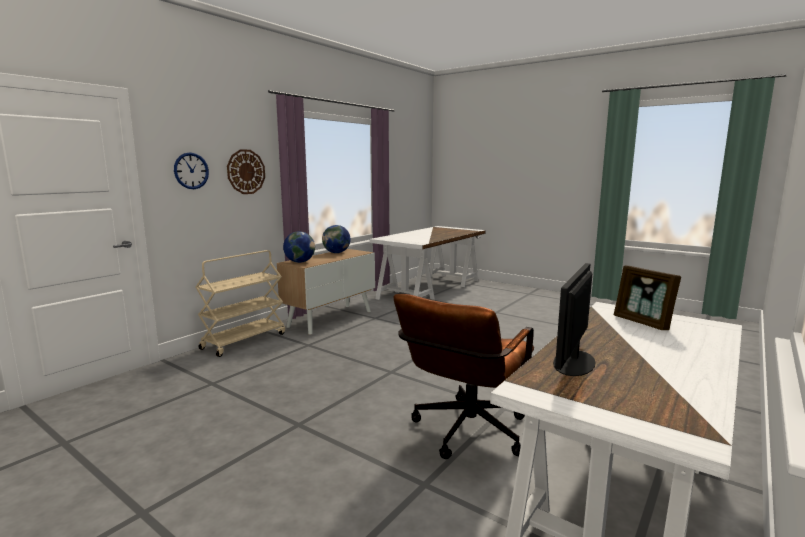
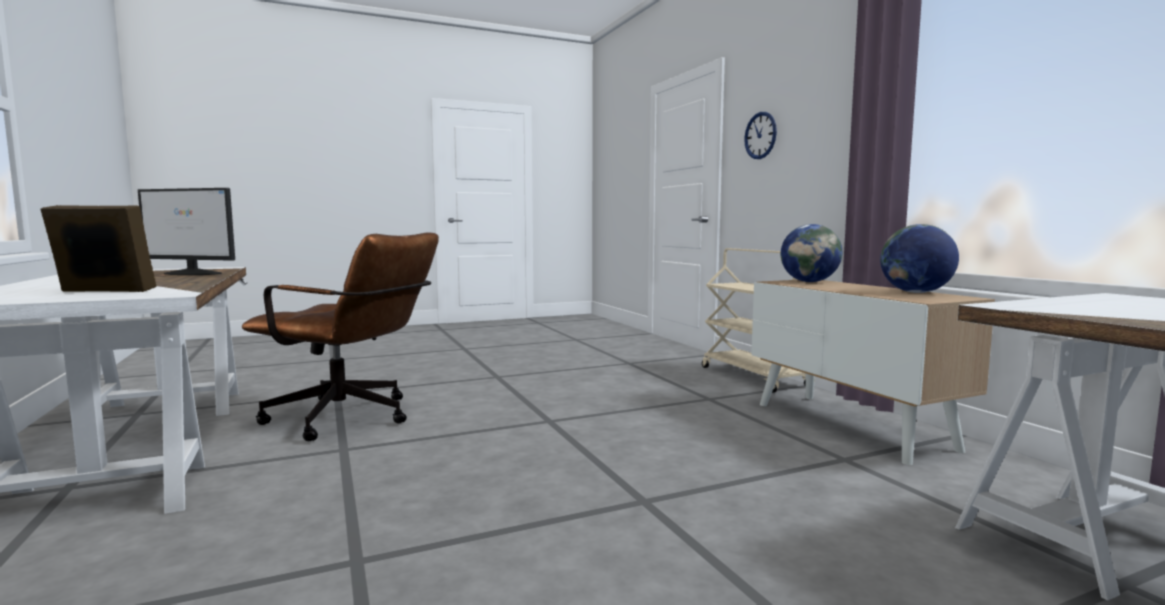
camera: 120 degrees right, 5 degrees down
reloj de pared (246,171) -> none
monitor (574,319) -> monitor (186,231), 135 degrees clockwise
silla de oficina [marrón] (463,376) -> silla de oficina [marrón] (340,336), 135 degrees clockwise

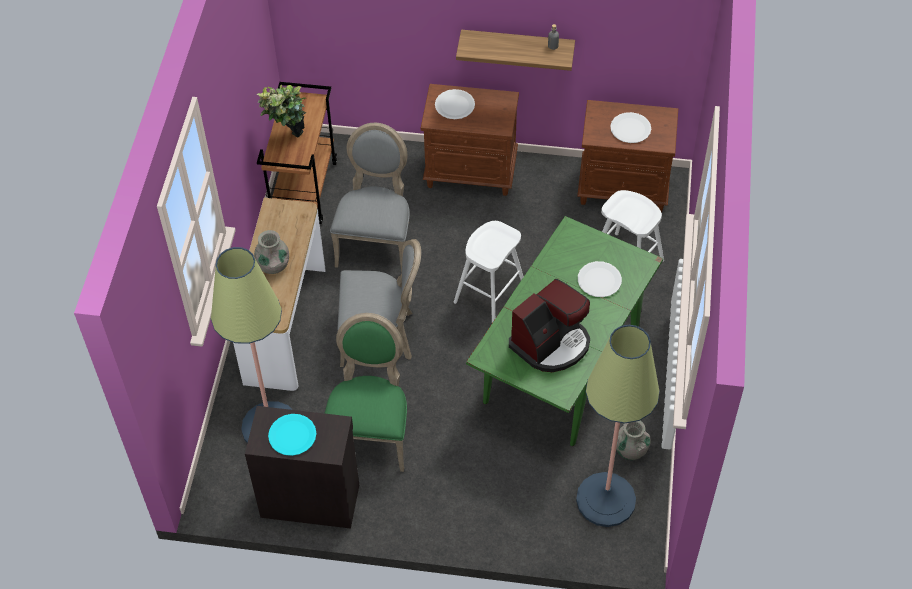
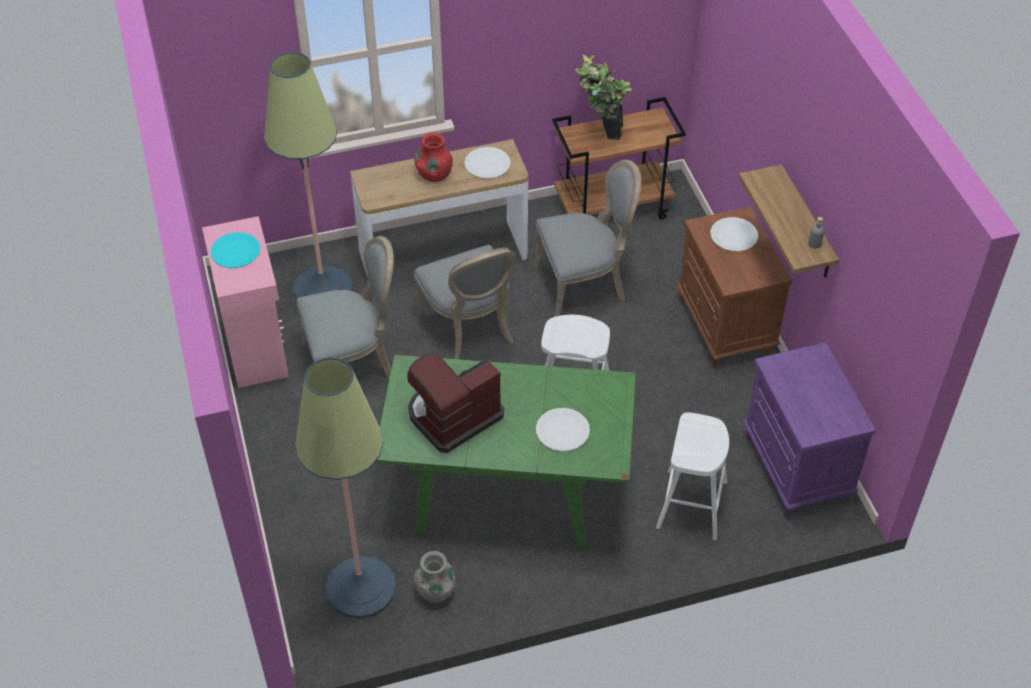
camera: 65 degrees right, 5 degrees down
mesita de noche [marrón] (627,156) -> mesita de noche [morado] (809,429)
plato [blanco] (630,127) -> plato [blanco] (487,163), shifted
florero [gris] (271,252) -> florero [rojo] (434,157)
cafetera (549,325) -> cafetera (455,403), 120 degrees clockwise
silla [verde] (365,392) -> silla [gris] (345,307)
armario [negro] (302,467) -> armario [rosa] (245,302)

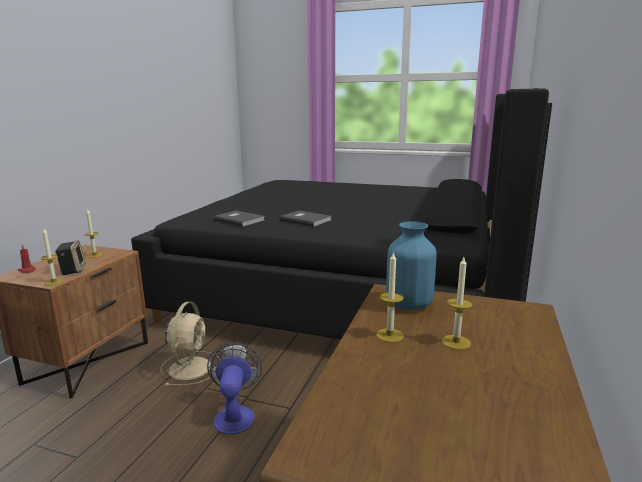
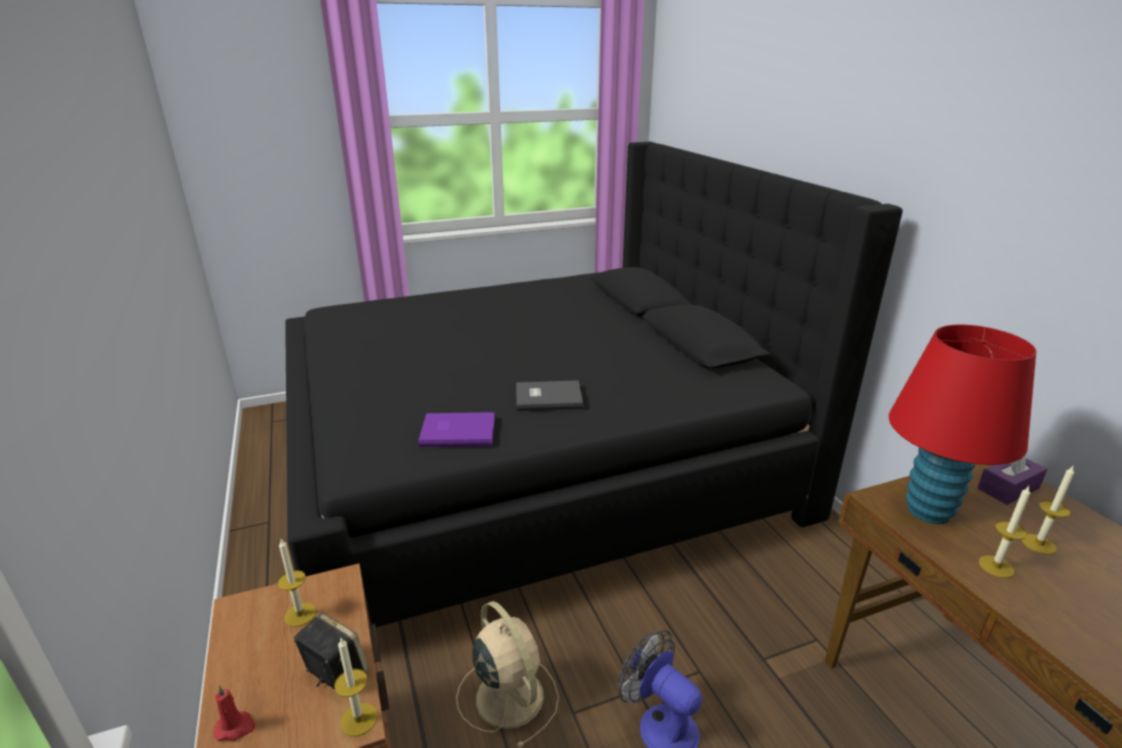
camera: 40 degrees left, 10 degrees up
libro [gris] (239,219) -> libro [morado] (456,429)
florero [azul] (411,265) -> lámpara de mesa [rojo] (962,424)
none -> caja de pañuelos [morado] (1012,479)

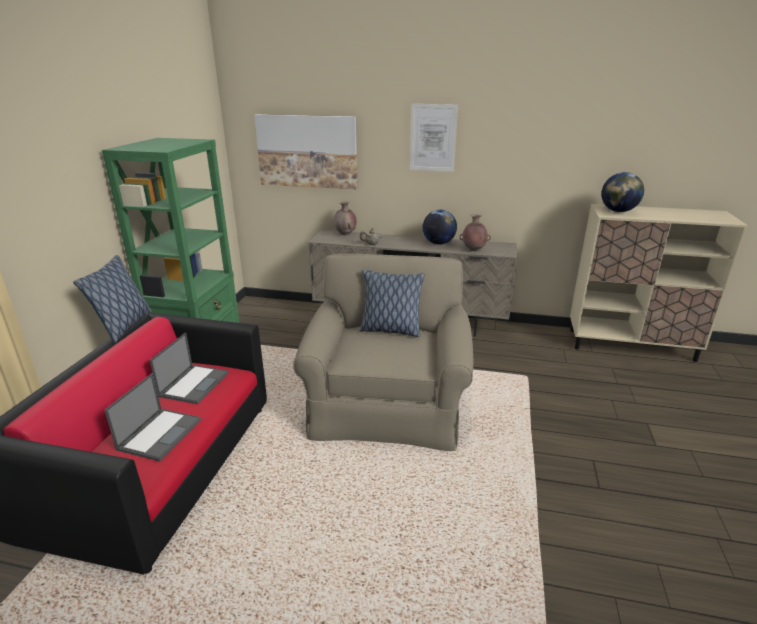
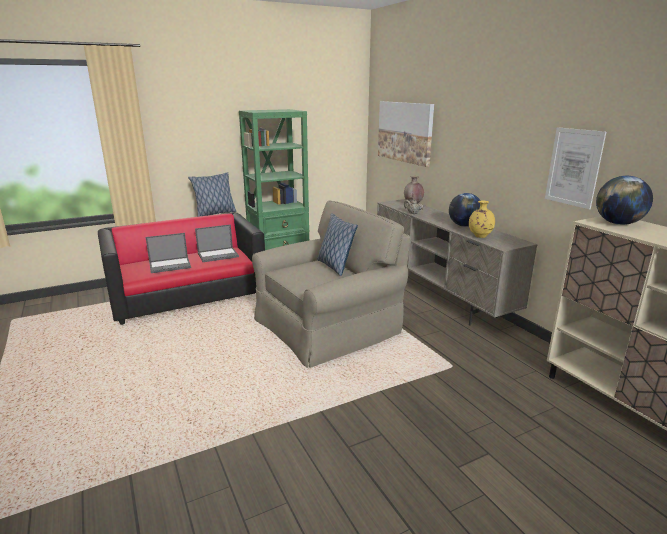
camera: 50 degrees right, 5 degrees down
cuadro (434,138) -> cuadro (575,168), shifted
florero [marrón] (475,232) -> florero [amarillo] (482,219)

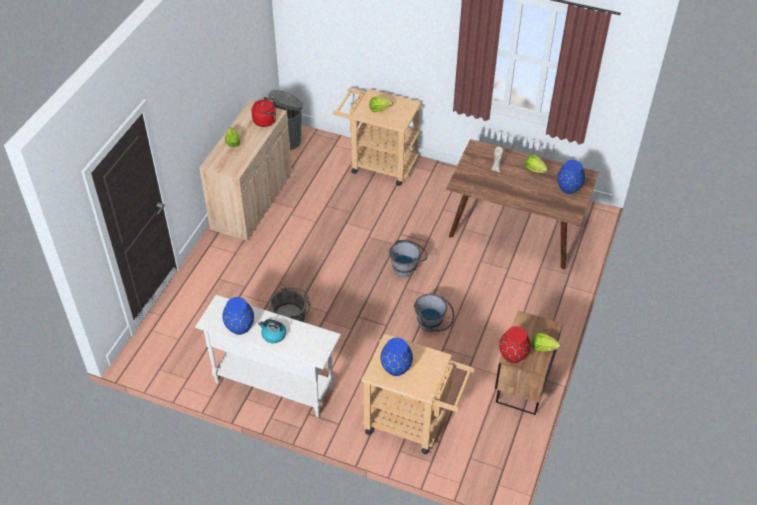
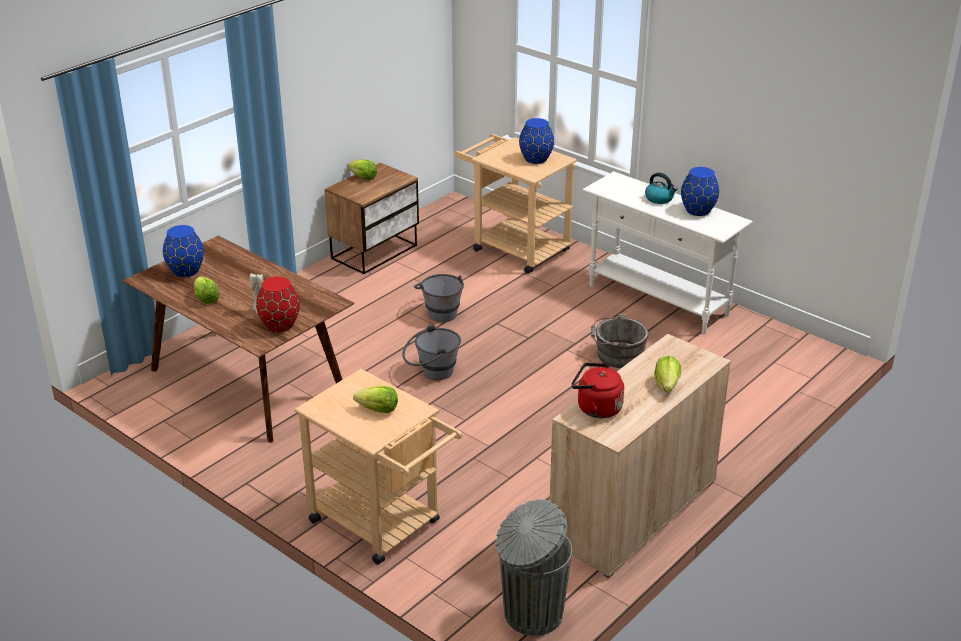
camera: 160 degrees left, 15 degrees down
florero [rojo] (515,344) -> florero [rojo] (278,304), shifted

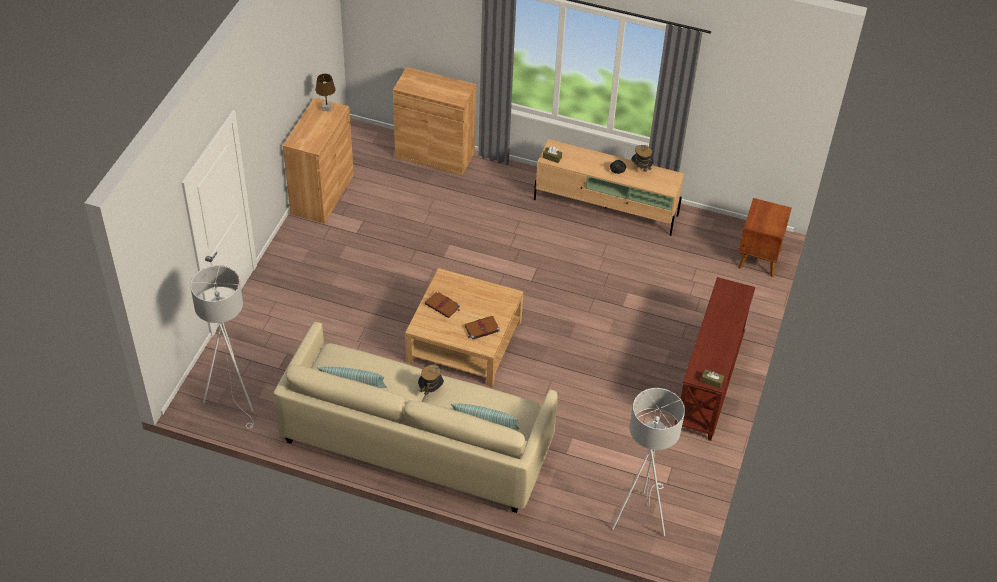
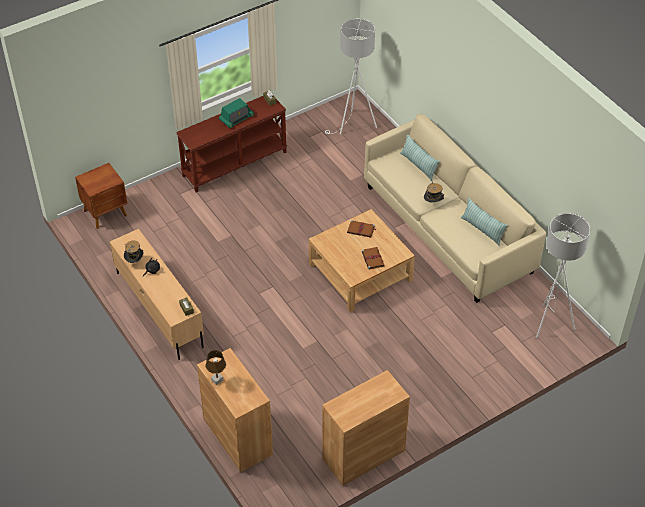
camera: 140 degrees left, 0 degrees up
lámpara de mesa [marrón] (325,93) -> lámpara de mesa [marrón] (216,367), shifted
none -> radio (236,113)

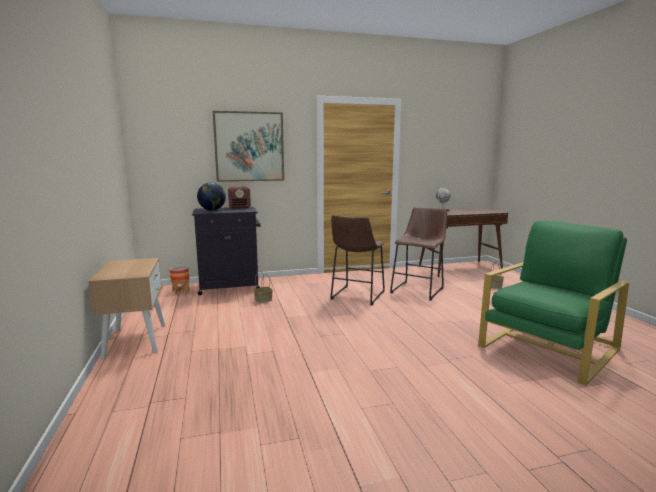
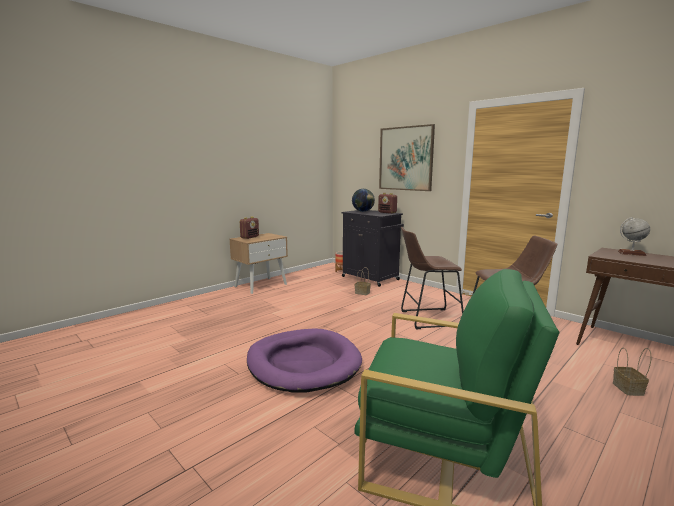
camera: 60 degrees right, 0 degrees up
none -> radio (249,228)
none -> cama para perro [morado] (304,360)

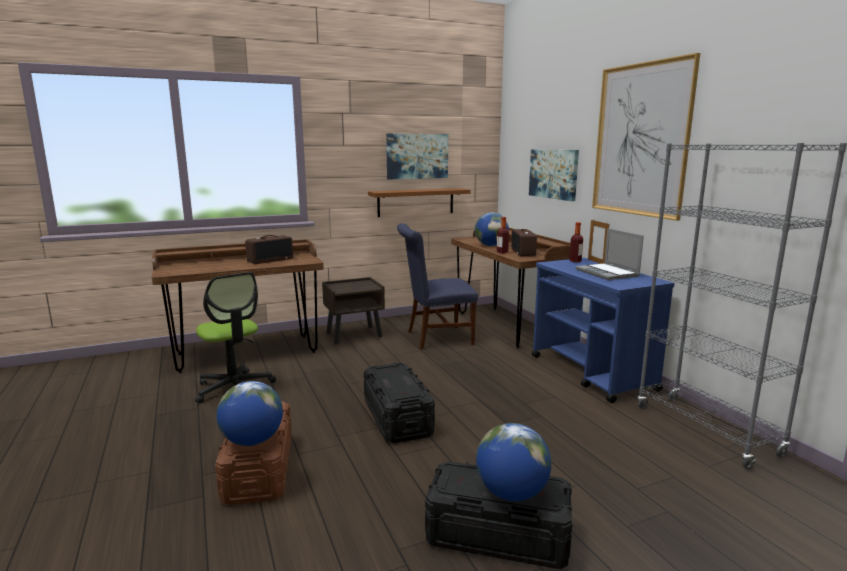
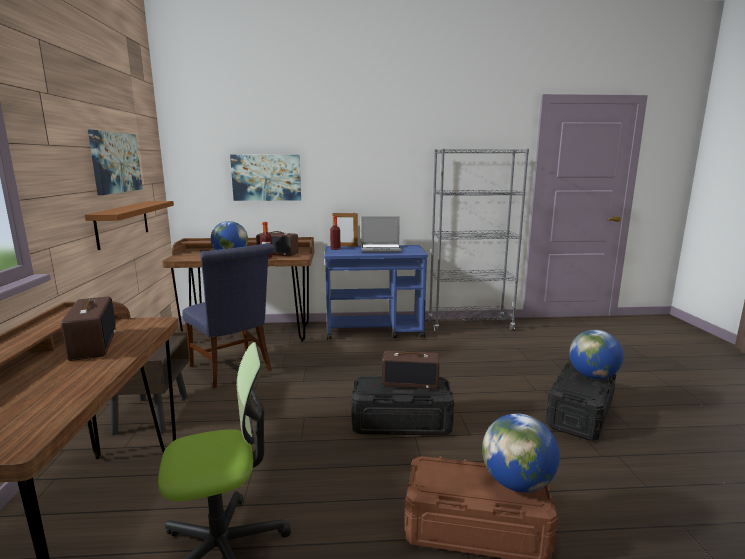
camera: 70 degrees left, 0 degrees up
cuadro (646,137) -> none
silla [azul] (437,286) -> silla [azul] (228,315), 45 degrees counterclockwise
none -> radio (411,370)

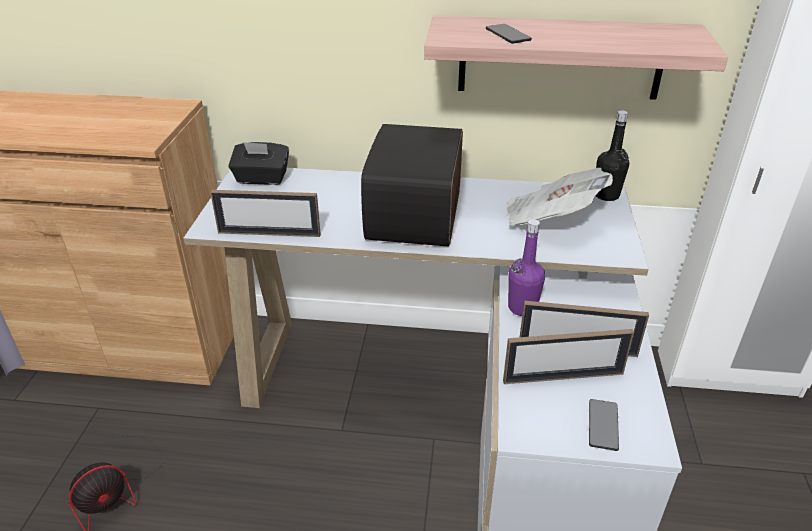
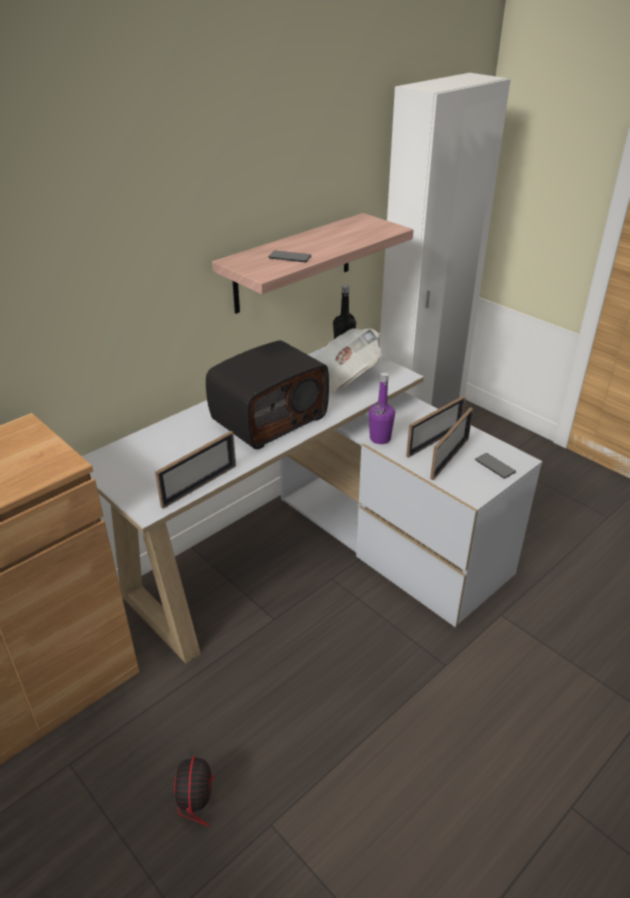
camera: 50 degrees left, 0 degrees up
radio (412,185) -> radio (267,394), 90 degrees counterclockwise
caja de pañuelos [negro] (258,163) -> none

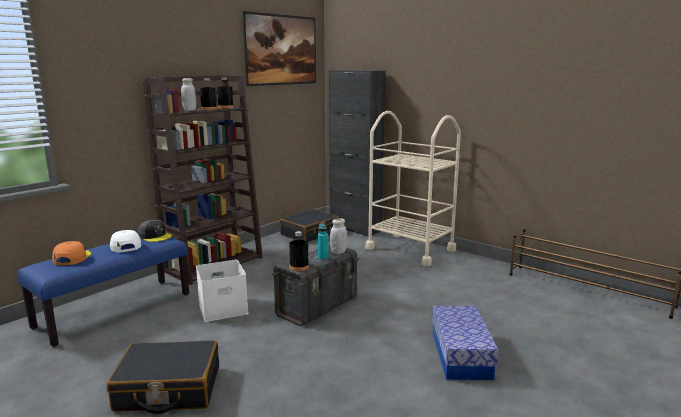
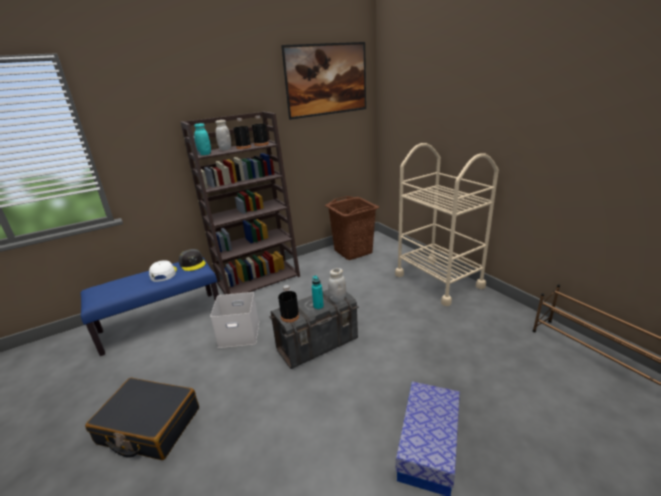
camera: 20 degrees right, 10 degrees up
armario [negro] (357,153) -> none
maleta [negro] (309,225) -> cesto de la ropa [marrón] (352,228)
gorra [naranja] (71,253) -> none
none -> tarro [turquesa] (202,139)

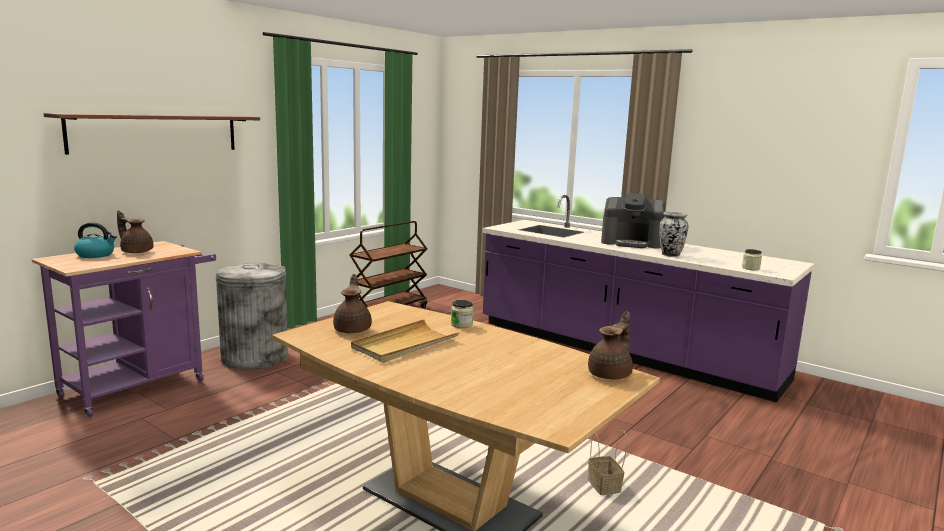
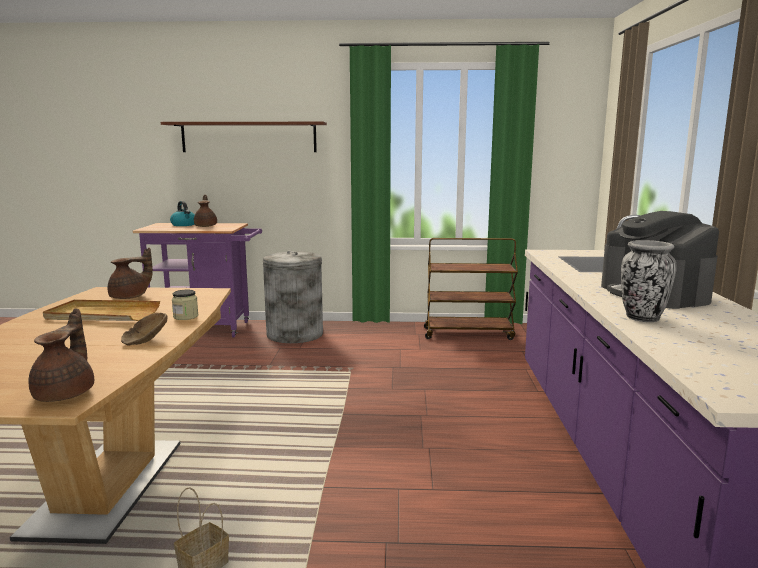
camera: 55 degrees right, 0 degrees up
tarro (752,259) -> none
tetera [marrón] (610,345) -> tetera [marrón] (61,355), 90 degrees counterclockwise
none -> cuenco [marrón] (144,329)

